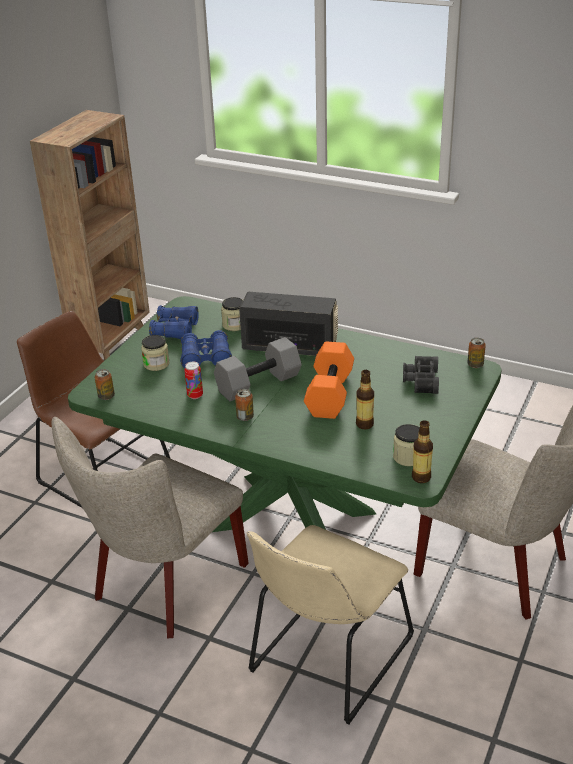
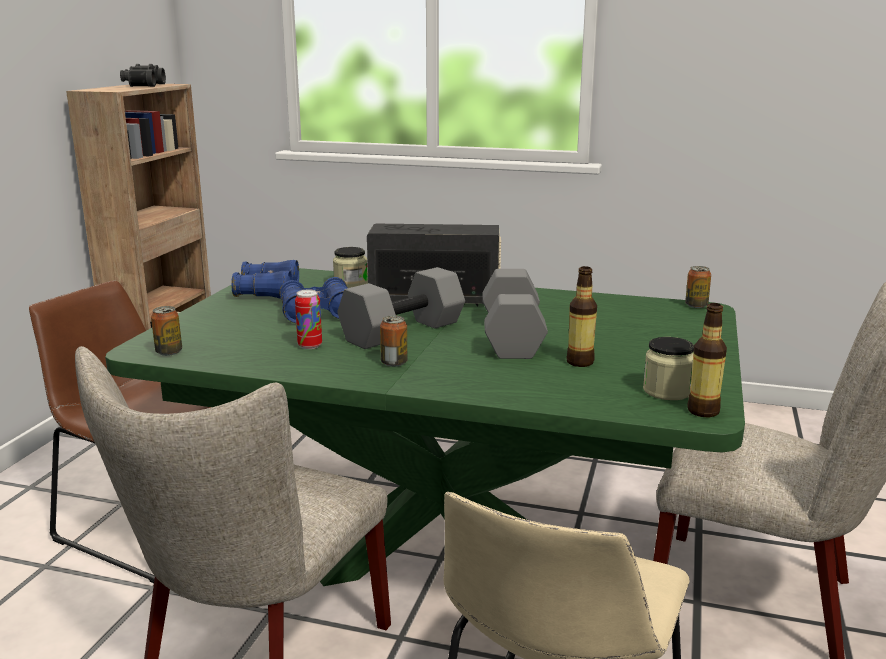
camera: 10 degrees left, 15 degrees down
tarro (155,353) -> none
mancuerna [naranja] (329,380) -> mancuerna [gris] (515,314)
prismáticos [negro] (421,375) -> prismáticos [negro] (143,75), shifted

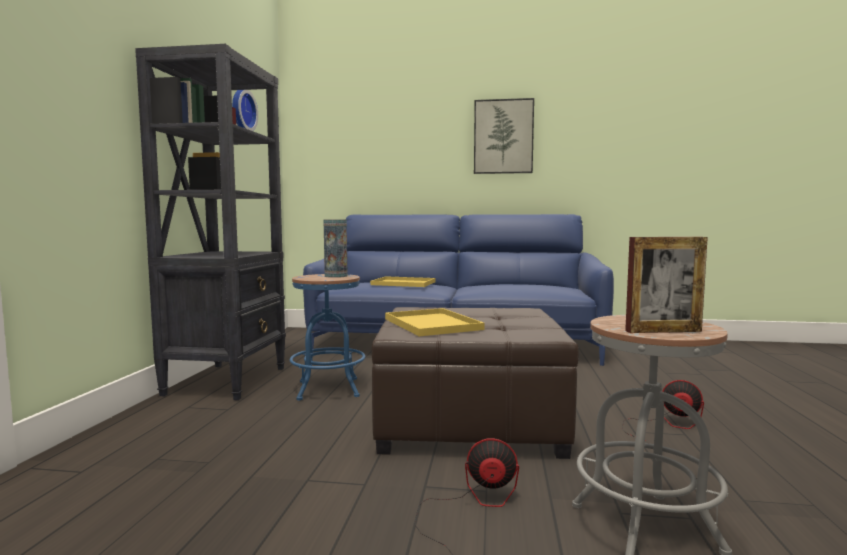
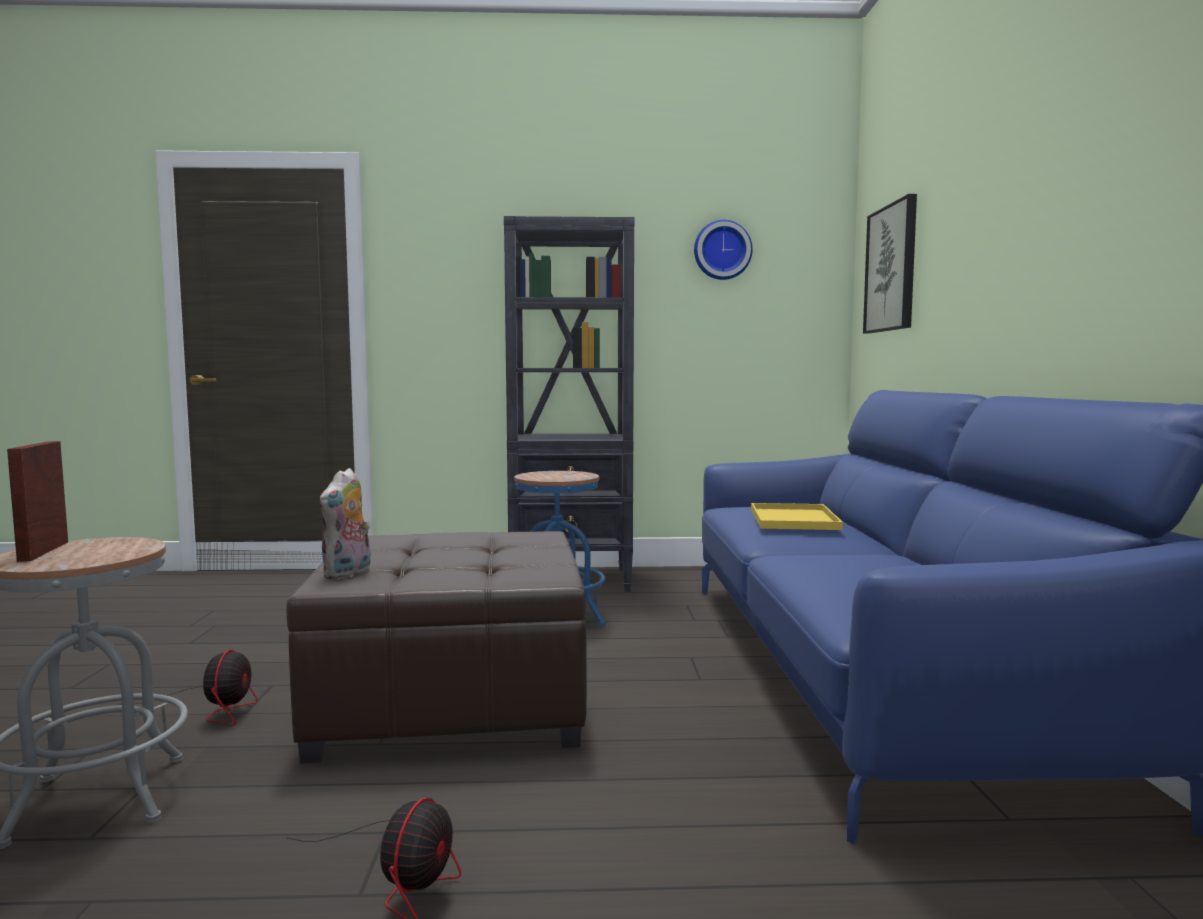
camera: 80 degrees right, 0 degrees up
cuadro (504,136) -> cuadro (890,263), shifted
florero (336,249) -> none
bandeja [amarillo] (434,322) -> none
none -> peluche (345,523)

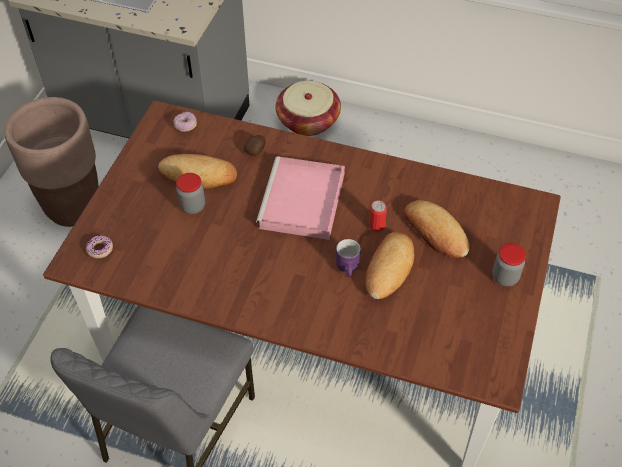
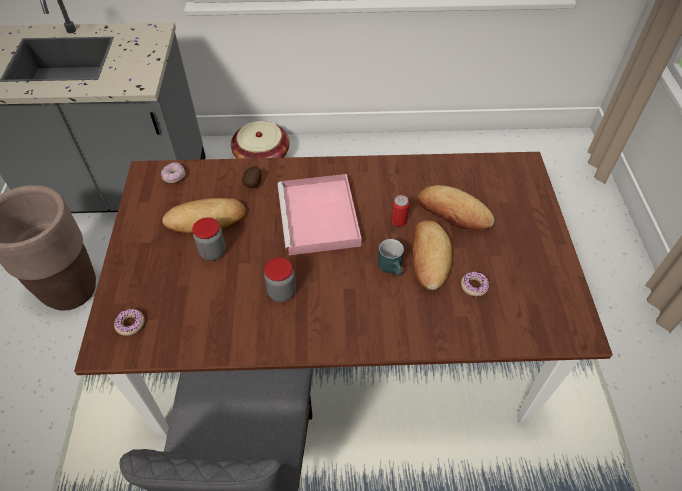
camera: 20 degrees left, 0 degrees up
taza grande [morado] (348,258) -> taza grande [turquesa] (391,257)
tarro (509,264) -> tarro (280,279), shifted
none -> rosquilla (475,284)

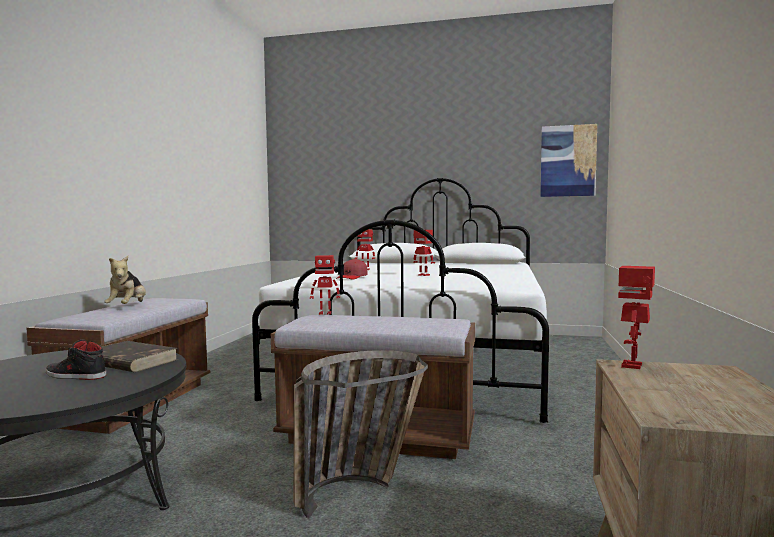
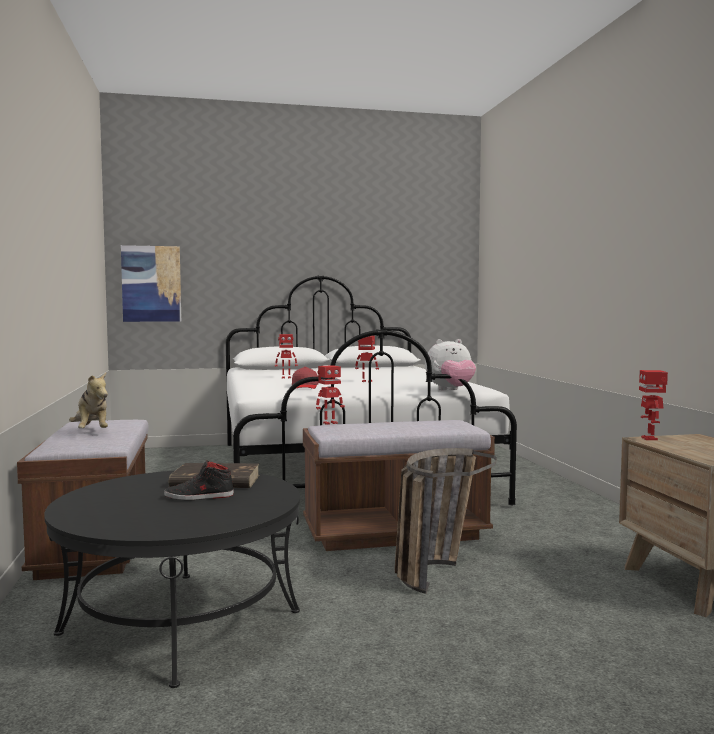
camera: 25 degrees left, 0 degrees up
cuadro (568,160) -> cuadro (151,283), shifted
none -> peluche (450,364)

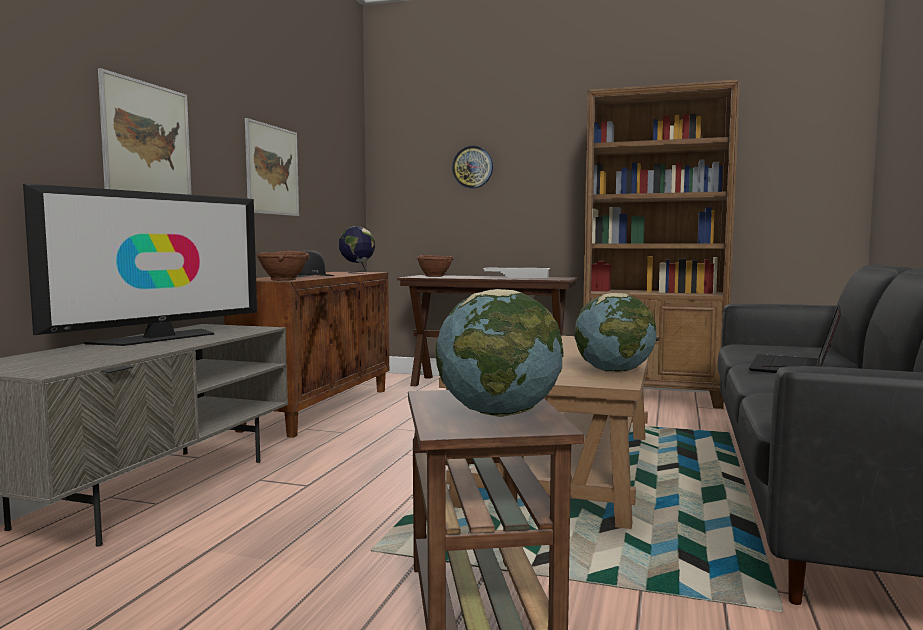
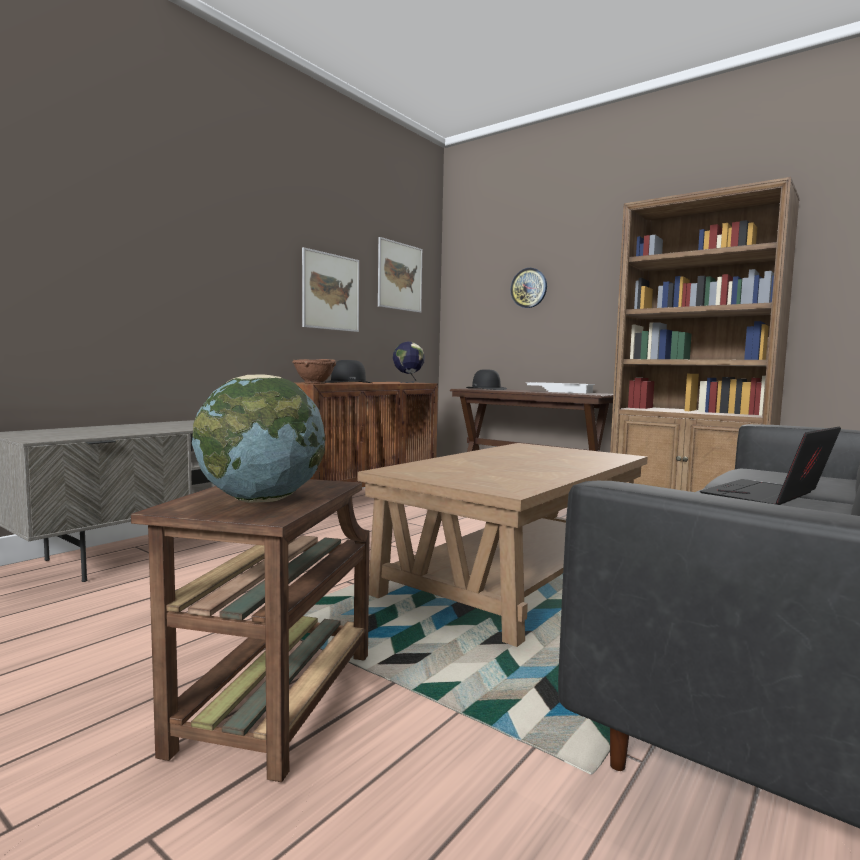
camera: 20 degrees right, 0 degrees up
cuadro (145,131) -> cuadro (400,275), shifted
televisor (140,265) -> none
cuenco [marrón] (435,266) -> sombrero [negro] (486,380)
globo terráqueo (615,333) -> none

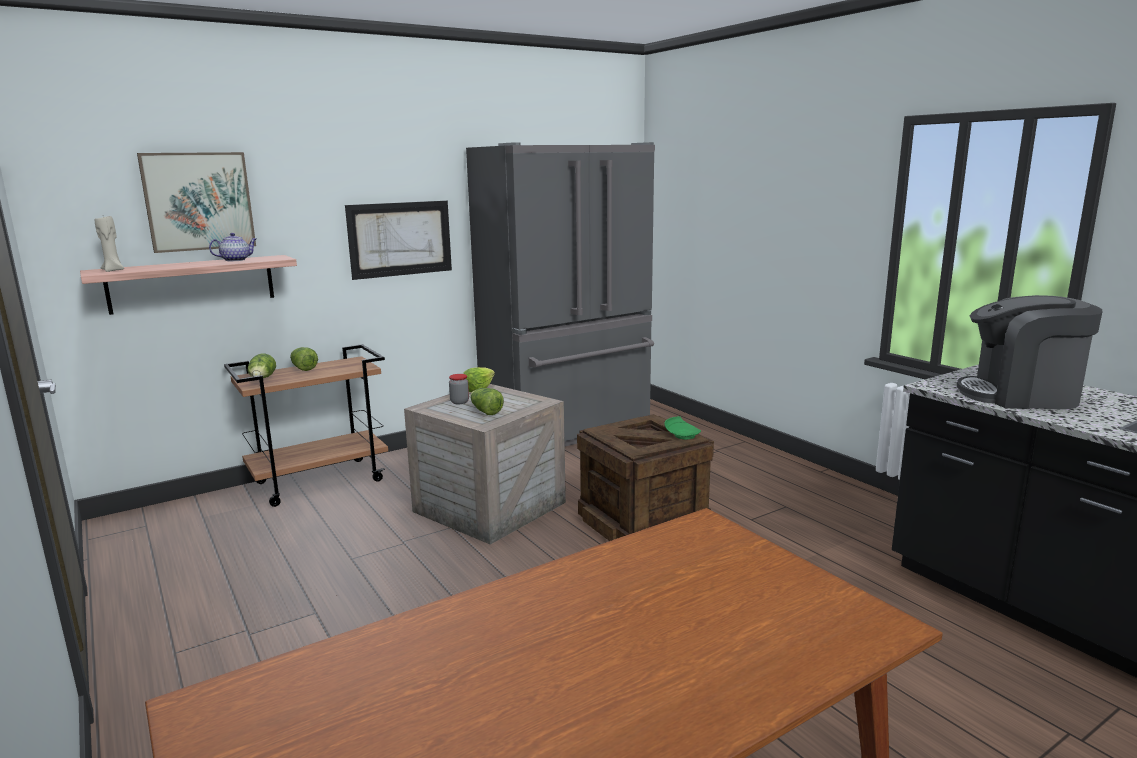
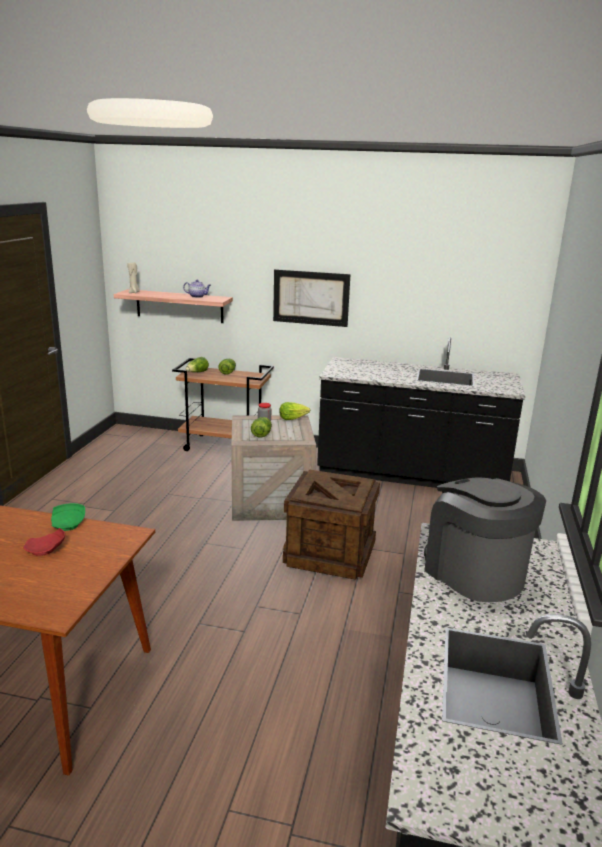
camera: 45 degrees right, 5 degrees up
nevera [gris] (560,294) -> mueble bajo de cocina [negro] (421,413)
cuadro (196,202) -> none
plato [verde] (682,428) -> plato [verde] (68,517), shifted
none -> plato [rojo] (44,542)

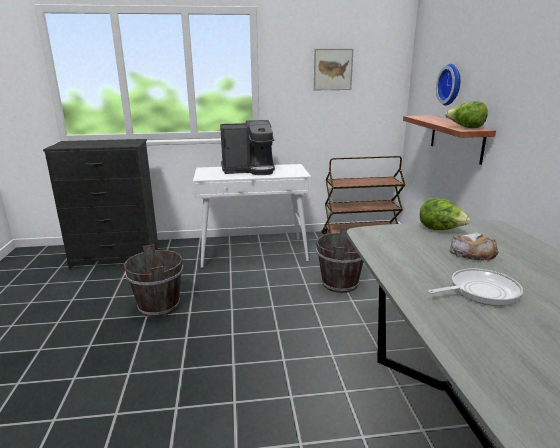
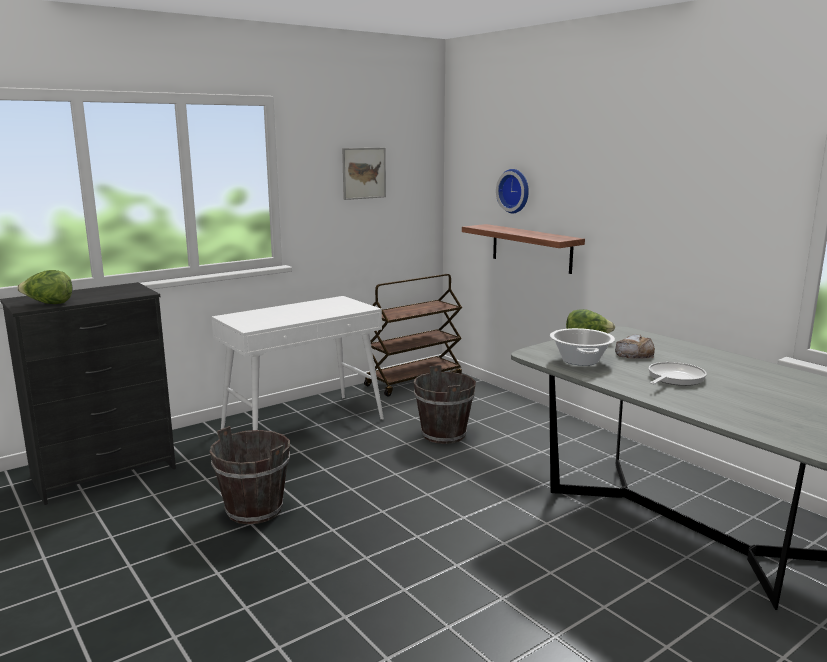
camera: 30 degrees left, 5 degrees down
lechuga (466,114) -> lechuga (44,287), shifted
cafetera (247,147) -> none
none -> olla (582,347)

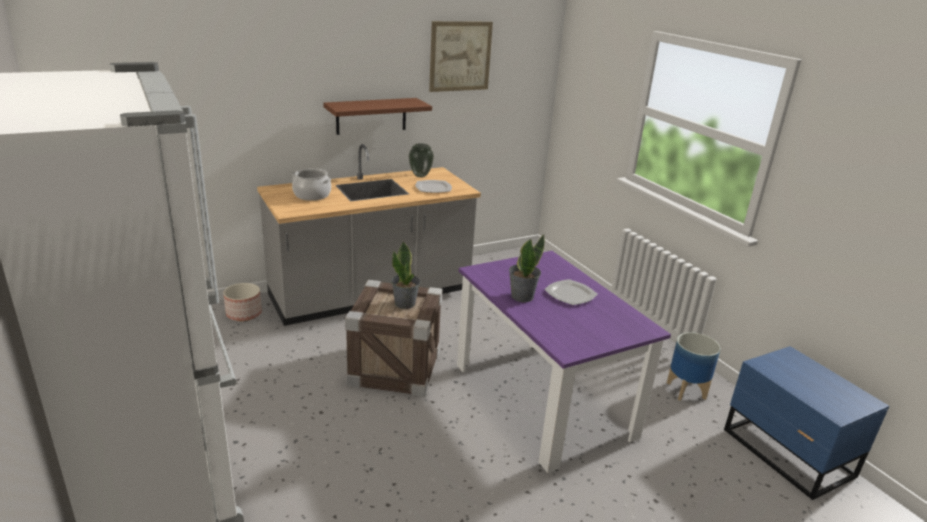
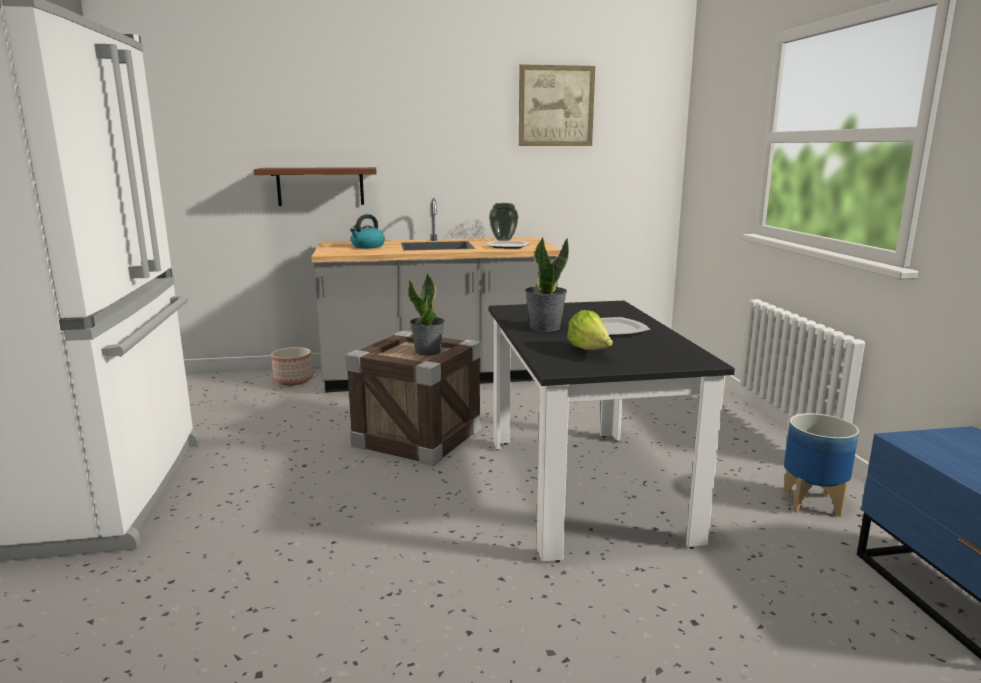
camera: 20 degrees right, 10 degrees down
estante [marrón] (377,116) -> estante [marrón] (315,186), shifted
olla (311,184) -> hervidor (367,231)
mesa de comedor [morado] (564,362) -> mesa de comedor [negro] (612,431)
none -> lechuga (590,330)

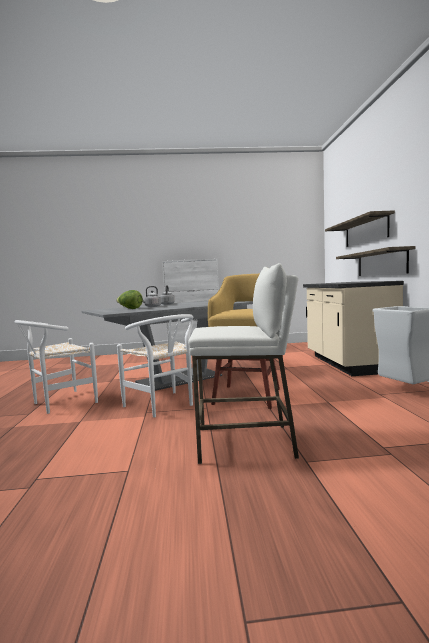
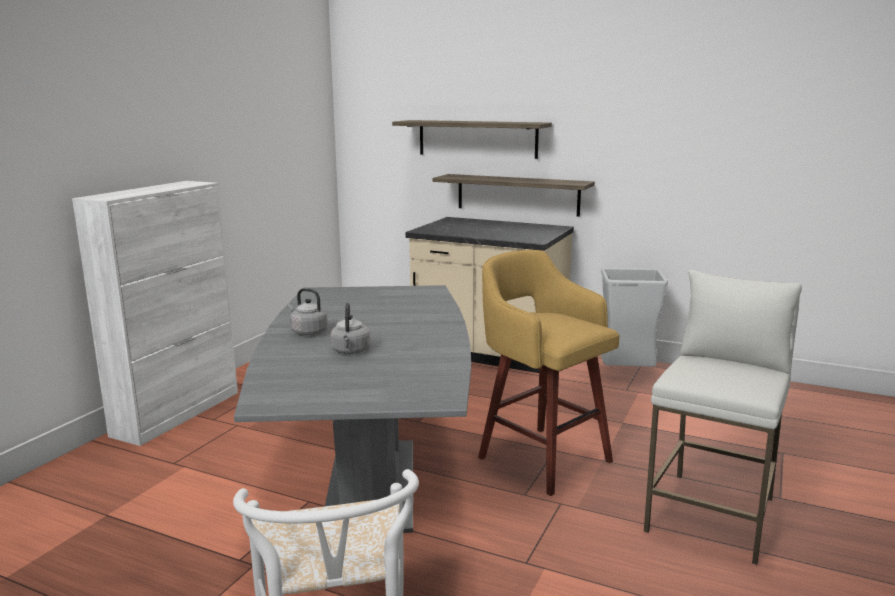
camera: 60 degrees left, 10 degrees up
lechuga (129,299) -> none
silla [blanco] (155,366) -> none

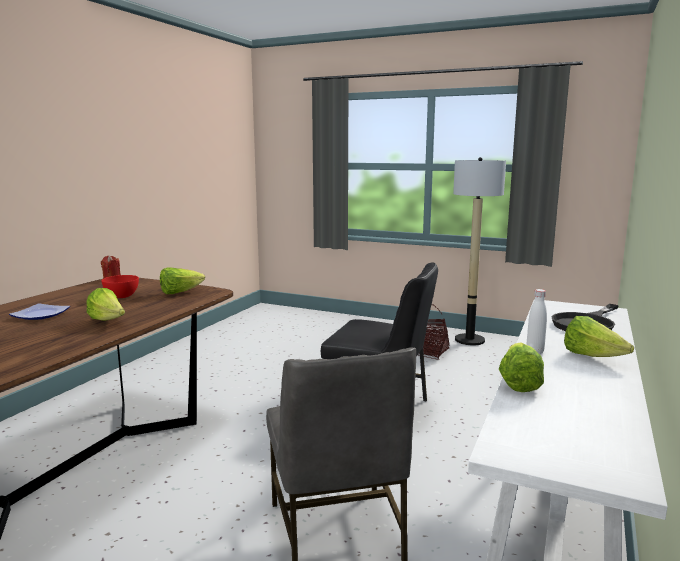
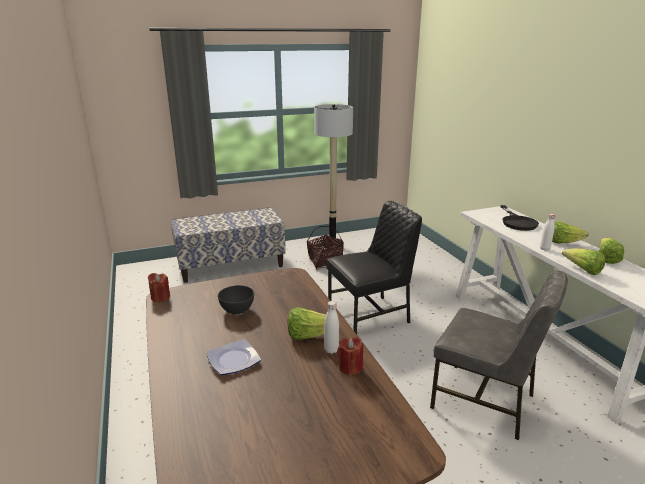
camera: 45 degrees left, 10 degrees up
lechuga (182,280) -> lechuga (611,251), shifted
cuenco [rojo] (120,286) -> cuenco [gris] (236,299)
none -> banco (228,245)
none -> botella [blanco] (331,327)
none -> vela [rojo] (350,356)

